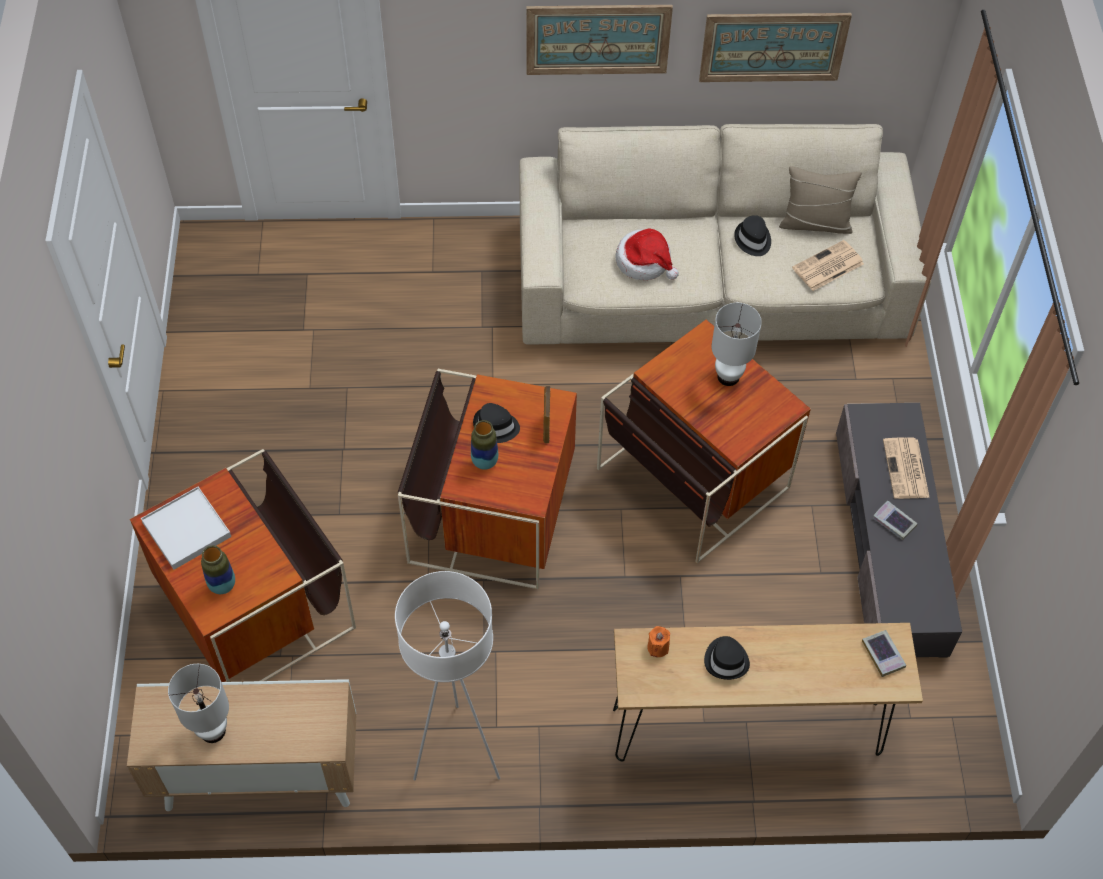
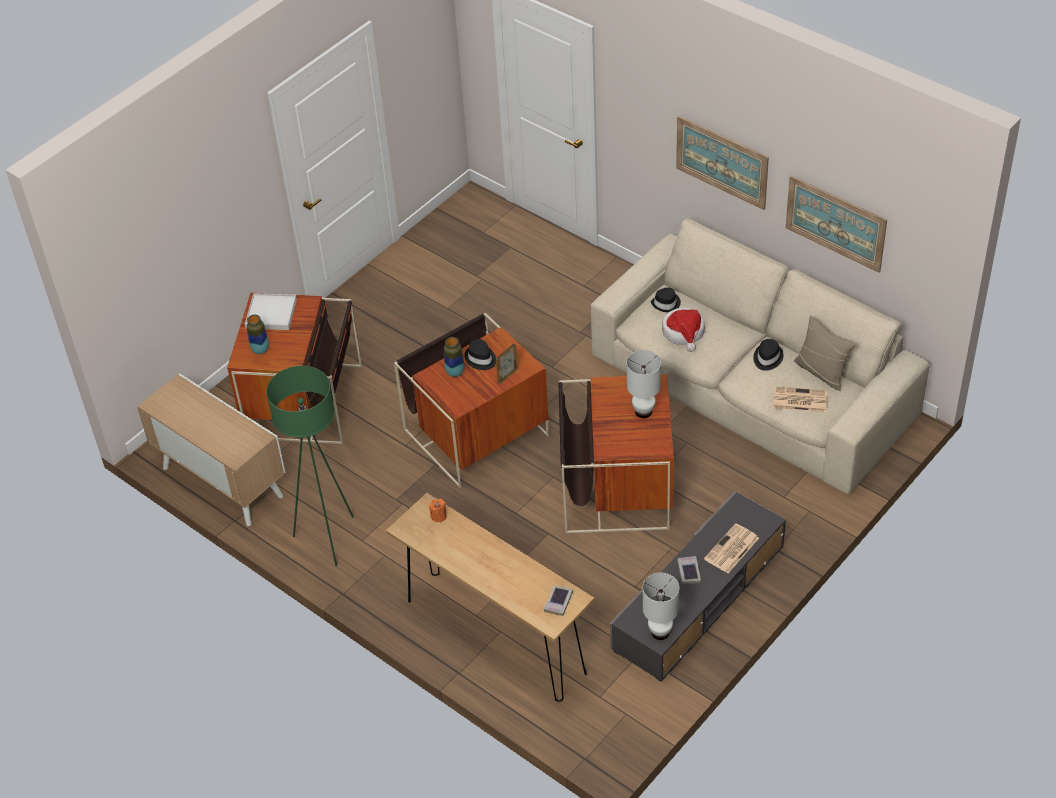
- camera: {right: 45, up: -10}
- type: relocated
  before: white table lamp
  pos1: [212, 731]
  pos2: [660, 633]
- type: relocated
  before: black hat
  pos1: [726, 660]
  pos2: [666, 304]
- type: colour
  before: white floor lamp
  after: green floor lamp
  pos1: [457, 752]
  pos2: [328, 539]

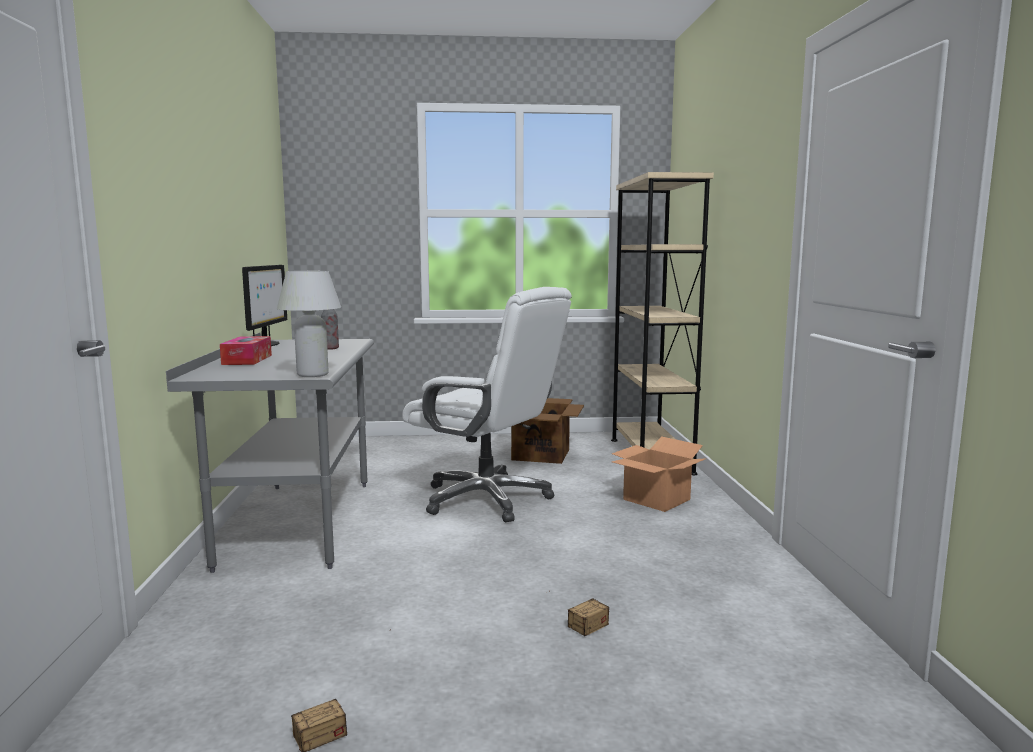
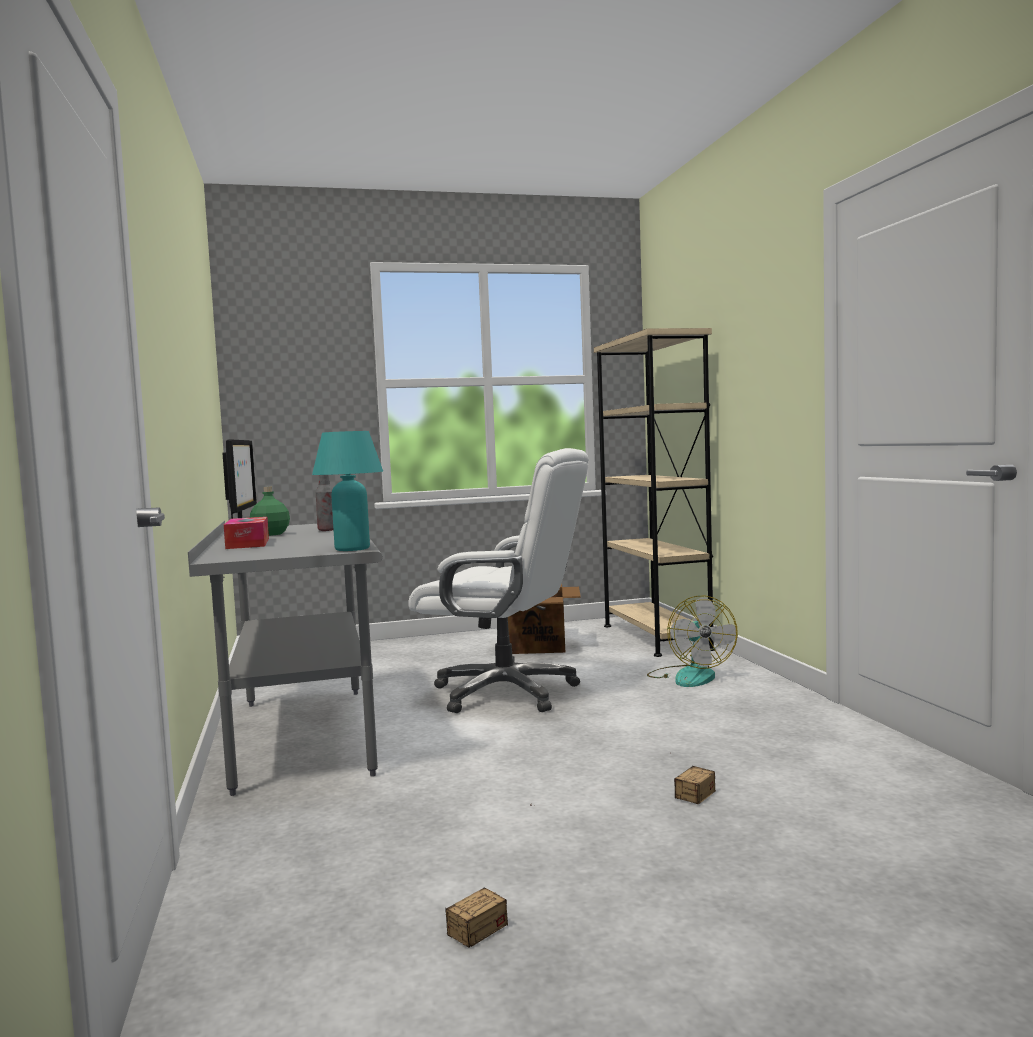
- camera: {right: -10, up: -5}
- type: appeared
  after: green bottle
  pos2: [271, 534]
- type: exchanged
  before: cardboard box
  after: fan
  pos1: [657, 499]
  pos2: [690, 676]
- type: colour
  before: white table lamp
  after: turquoise table lamp
  pos1: [312, 375]
  pos2: [352, 549]

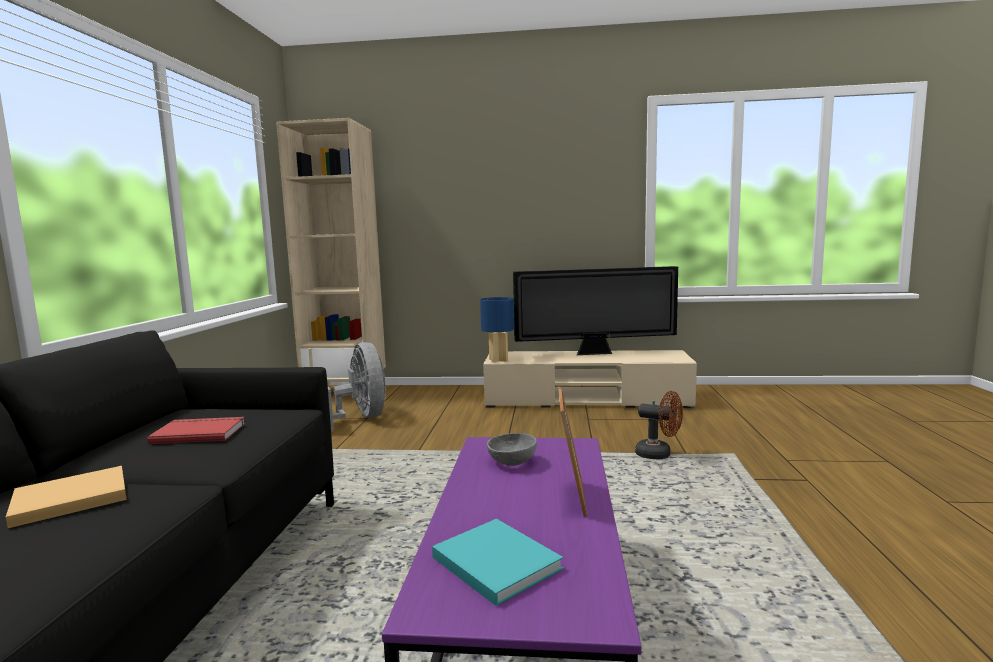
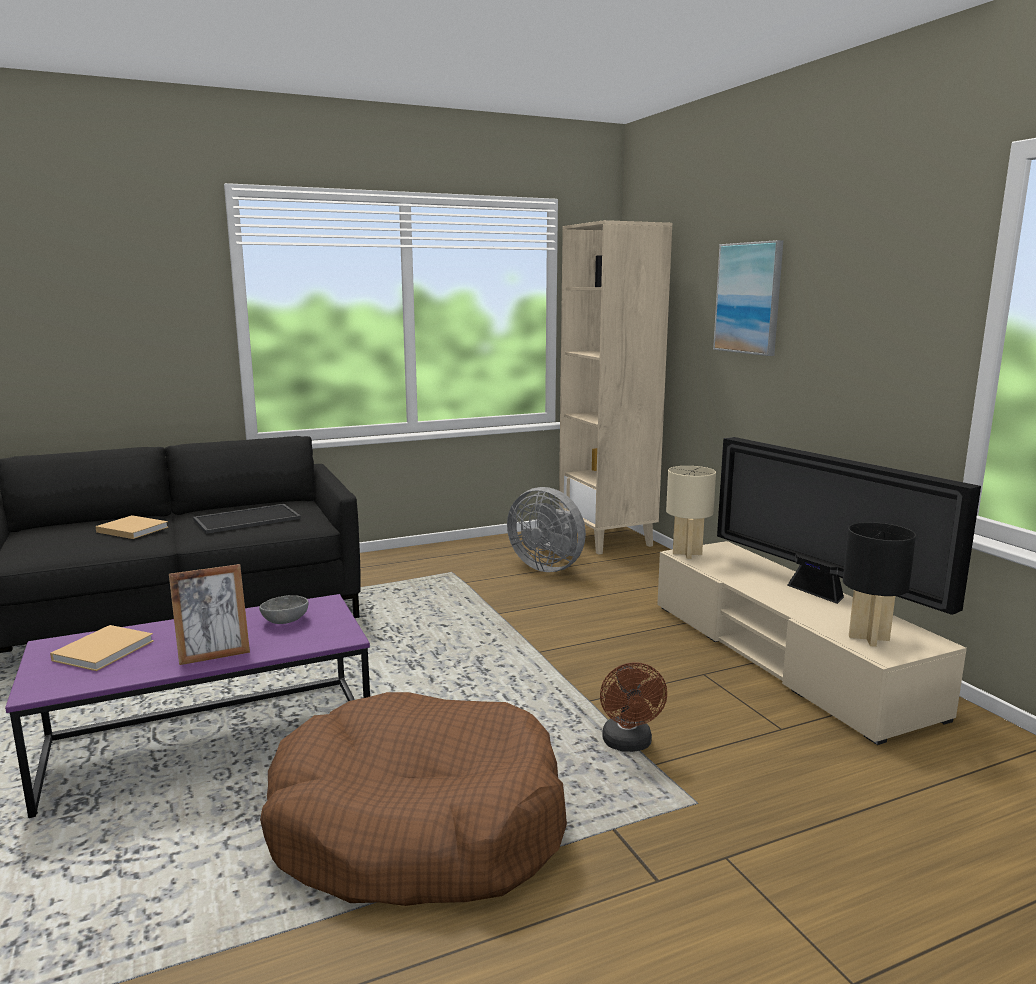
- camera: {right: 60, up: 5}
- type: appeared
  after: brown dog bed
  pos2: [417, 826]
- type: appeared
  after: picture
  pos2: [749, 298]
- type: appeared
  after: black table lamp
  pos2: [869, 638]
- type: exchanged
  before: red book
  after: tray
  pos1: [199, 433]
  pos2: [247, 518]
- type: colour
  before: turquoise book
  after: beige book
  pos1: [494, 561]
  pos2: [106, 649]
- type: colour
  before: blue table lamp
  after: beige table lamp
  pos1: [499, 360]
  pos2: [687, 554]
- type: spun
  before: grey fan
  pos1: [360, 418]
  pos2: [548, 566]
  turn: 90

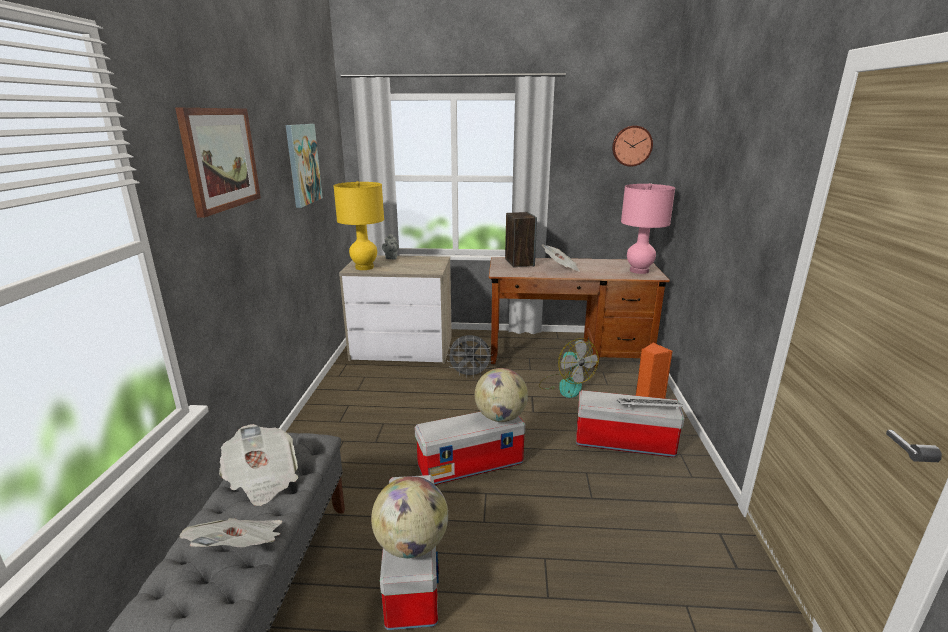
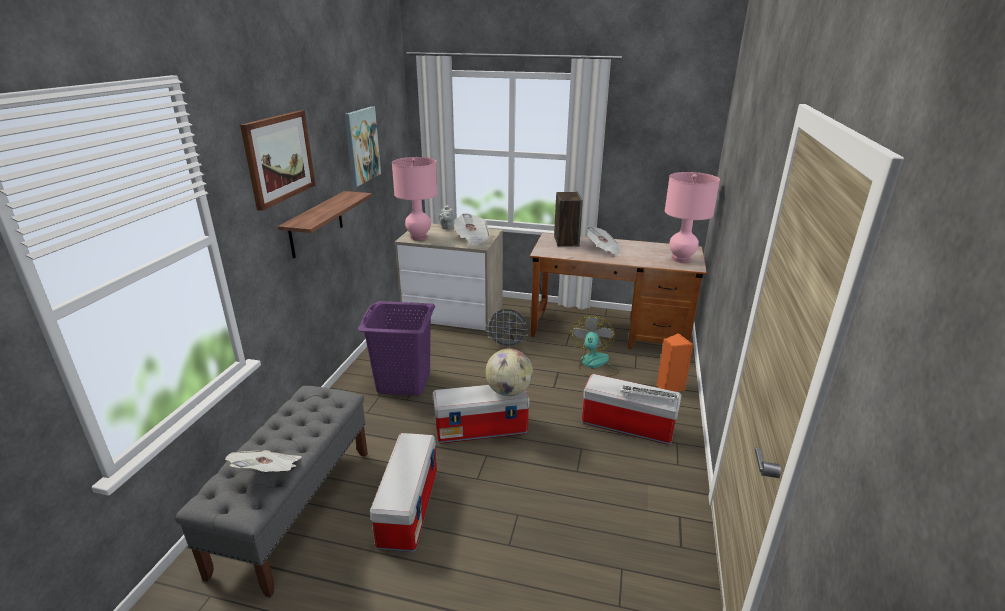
- camera: {right: 10, up: 5}
- type: missing
  before: globe
  pos1: [412, 545]
- type: missing
  before: wall clock
  pos1: [631, 146]
- type: appeared
  after: shelf
  pos2: [316, 224]
- type: appeared
  after: purple laundry basket
  pos2: [404, 382]
- type: relocated
  before: newspaper
  pos1: [262, 479]
  pos2: [472, 239]
- type: colour
  before: yellow table lamp
  after: pink table lamp
  pos1: [364, 267]
  pos2: [419, 237]
- type: spun
  before: fan
  pos1: [565, 385]
  pos2: [594, 364]
  turn: -150

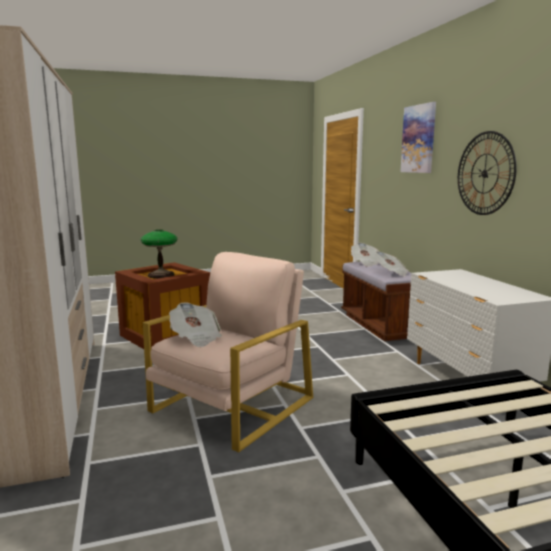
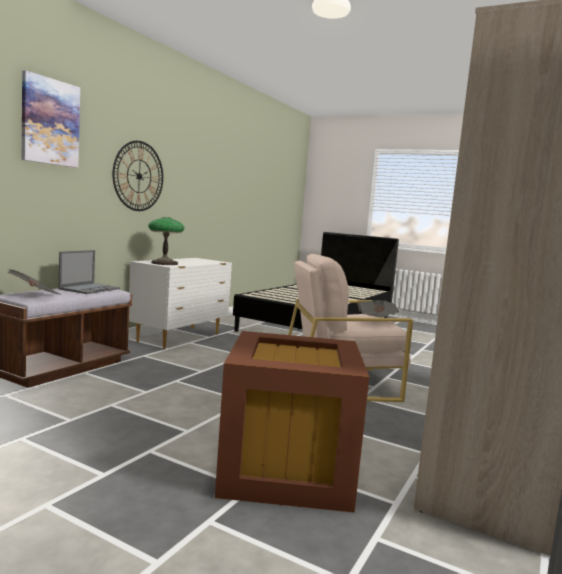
- camera: {right: -135, up: -5}
- type: relocated
  before: table lamp
  pos1: [161, 275]
  pos2: [164, 263]
- type: exchanged
  before: newspaper
  after: laptop
  pos1: [391, 273]
  pos2: [90, 289]

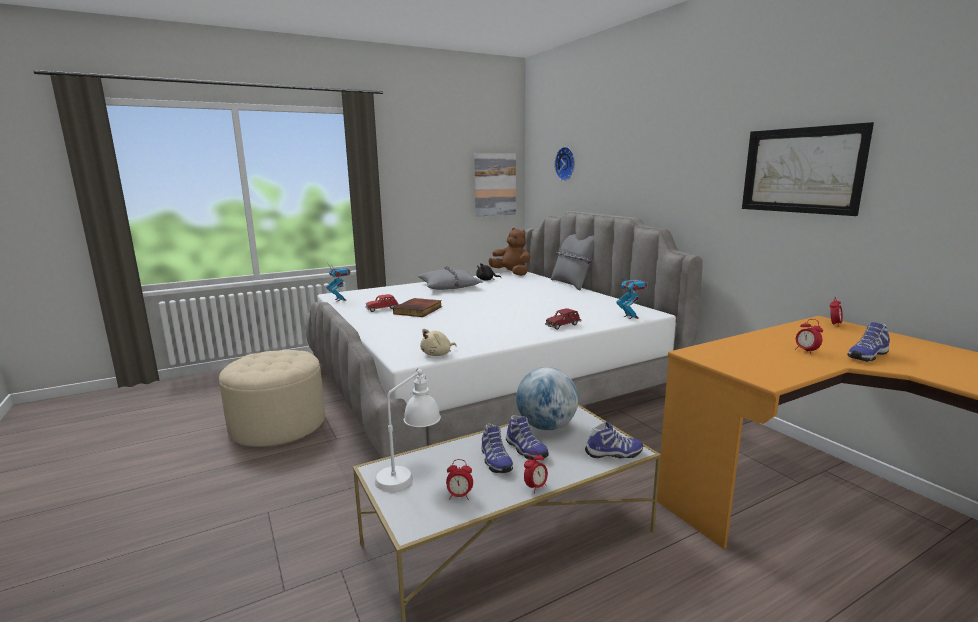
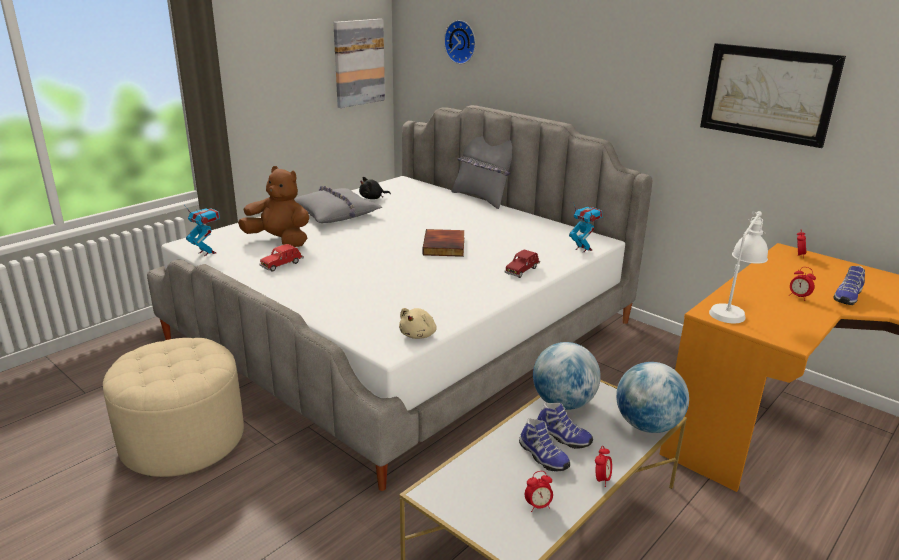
- camera: {right: -20, up: 10}
- type: relocated
  before: white table lamp
  pos1: [409, 475]
  pos2: [732, 309]
- type: relocated
  before: book
  pos1: [418, 310]
  pos2: [445, 246]
- type: relocated
  before: brown plush toy
  pos1: [511, 273]
  pos2: [279, 241]
- type: exchanged
  before: shoe
  after: globe
  pos1: [614, 454]
  pos2: [647, 425]

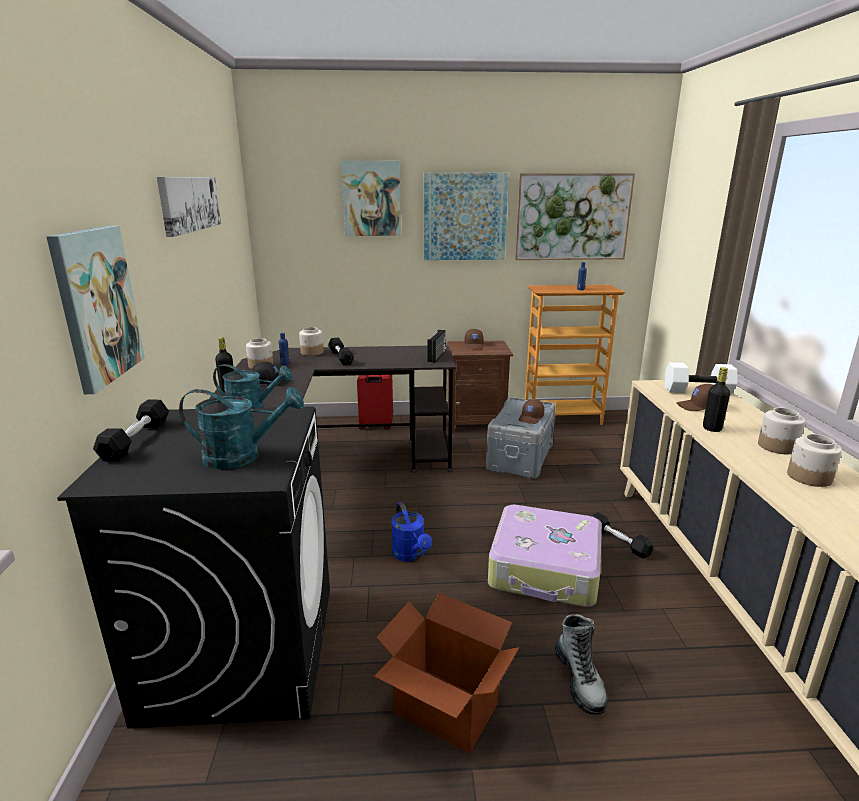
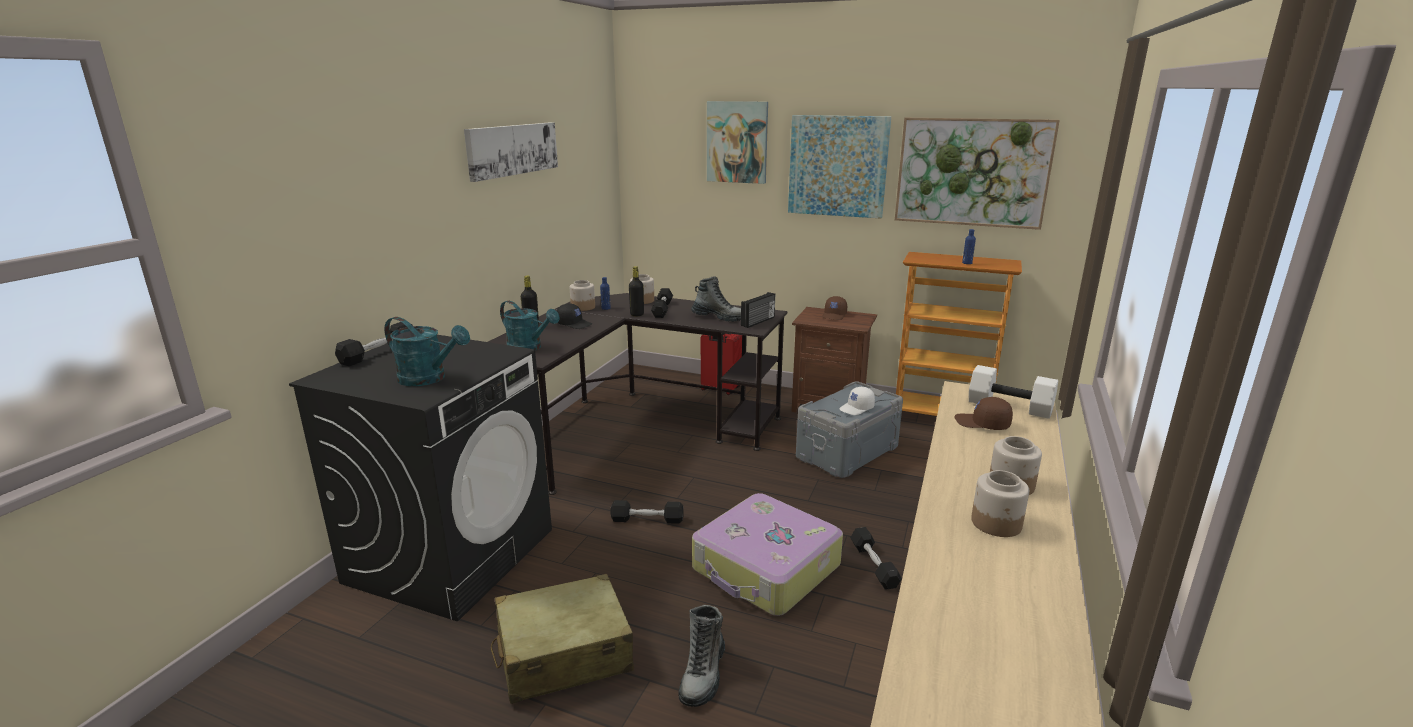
- camera: {right: 25, up: 0}
- type: missing
  before: picture
  pos1: [97, 305]
- type: appeared
  after: boot
  pos2: [719, 317]
- type: relocated
  before: black bottle
  pos1: [712, 428]
  pos2: [637, 314]
- type: exchanged
  before: cardboard box
  after: beige suitcase
  pos1: [445, 710]
  pos2: [563, 654]
- type: exchanged
  before: blue watering can
  after: black dumbbell
  pos1: [411, 555]
  pos2: [647, 519]
- type: colour
  before: brown cap
  after: white cap
  pos1: [531, 418]
  pos2: [857, 408]

